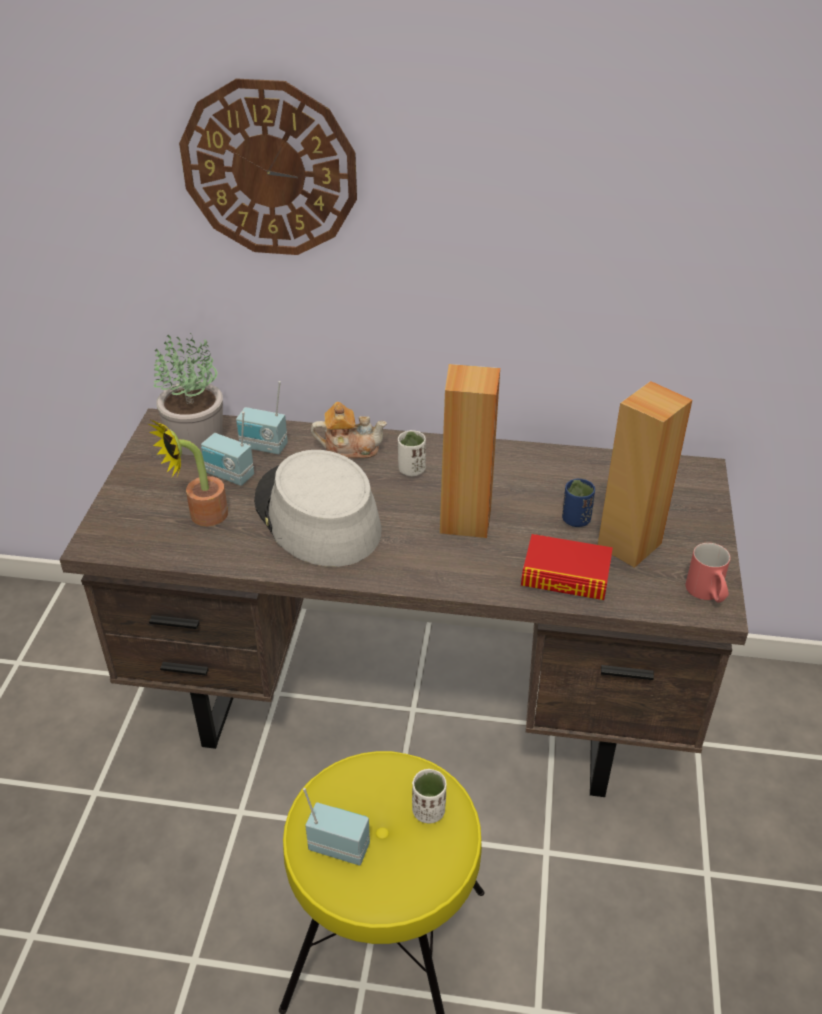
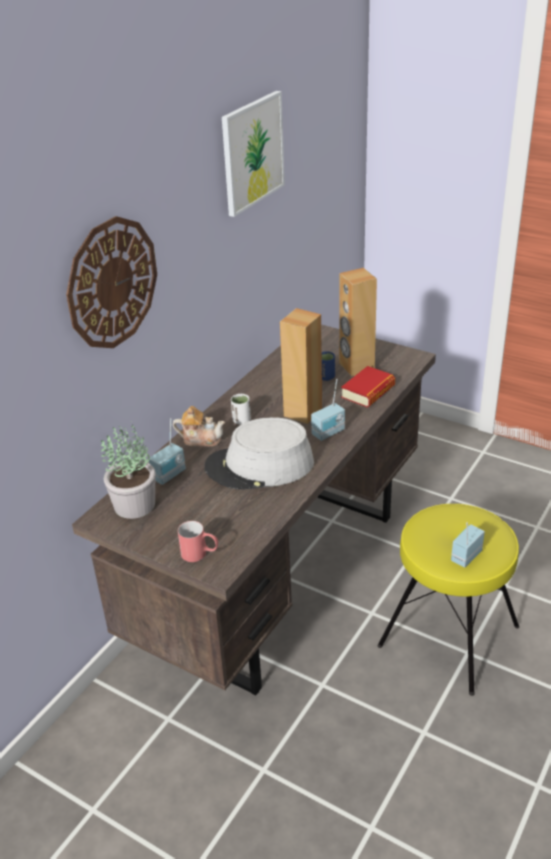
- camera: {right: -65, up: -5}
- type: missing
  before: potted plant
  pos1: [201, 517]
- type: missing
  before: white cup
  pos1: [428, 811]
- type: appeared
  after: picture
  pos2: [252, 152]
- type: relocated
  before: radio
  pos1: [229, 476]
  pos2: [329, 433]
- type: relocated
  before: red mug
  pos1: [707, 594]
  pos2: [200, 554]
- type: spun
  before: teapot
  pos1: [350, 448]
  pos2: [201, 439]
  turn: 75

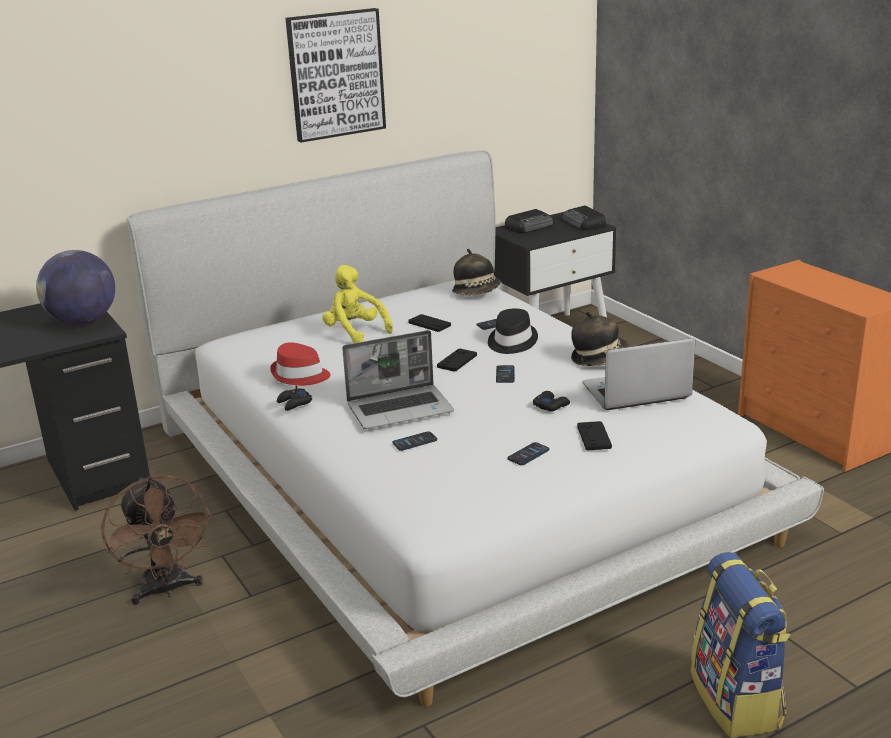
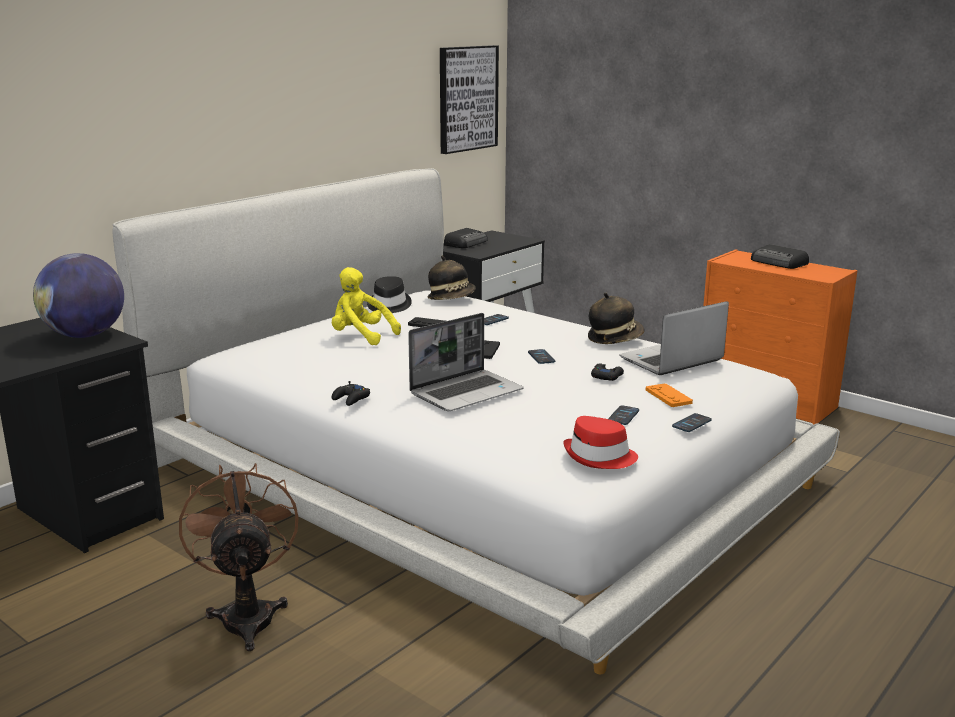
- camera: {right: -20, up: -5}
- type: missing
  before: backpack
  pos1: [737, 700]
- type: relocated
  before: red hat
  pos1: [300, 375]
  pos2: [600, 457]
- type: relocated
  before: picture
  pos1: [336, 74]
  pos2: [467, 98]
- type: relocated
  before: phone
  pos1: [415, 442]
  pos2: [691, 423]
- type: relocated
  before: black hat
  pos1: [511, 342]
  pos2: [388, 305]
- type: relocated
  before: radio
  pos1: [584, 223]
  pos2: [779, 262]
- type: colour
  before: black game controller
  after: orange game controller
  pos1: [594, 437]
  pos2: [668, 396]
- type: spun
  before: brown fan
  pos1: [166, 590]
  pos2: [247, 614]
  turn: -150

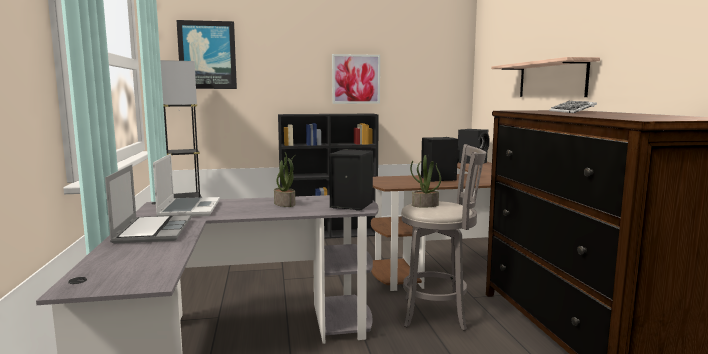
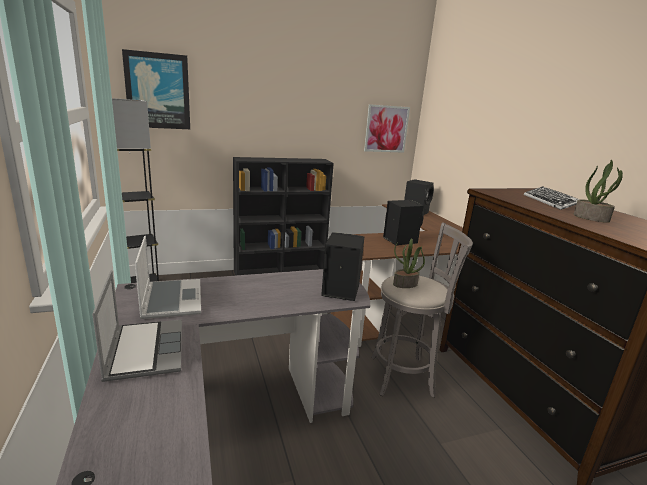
- camera: {right: -10, up: 10}
- type: missing
  before: shelf
  pos1: [551, 79]
- type: relocated
  before: potted plant
  pos1: [285, 204]
  pos2: [591, 218]
- type: relocated
  before: picture
  pos1: [356, 79]
  pos2: [386, 129]

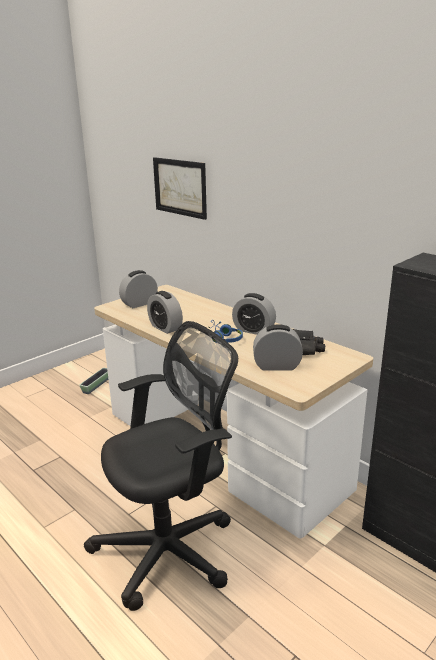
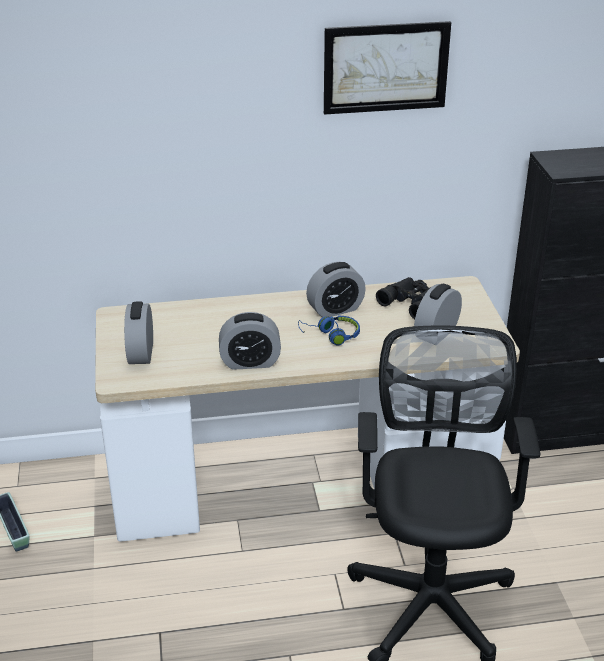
- camera: {right: -55, up: 10}
- type: relocated
  before: picture
  pos1: [180, 187]
  pos2: [385, 67]

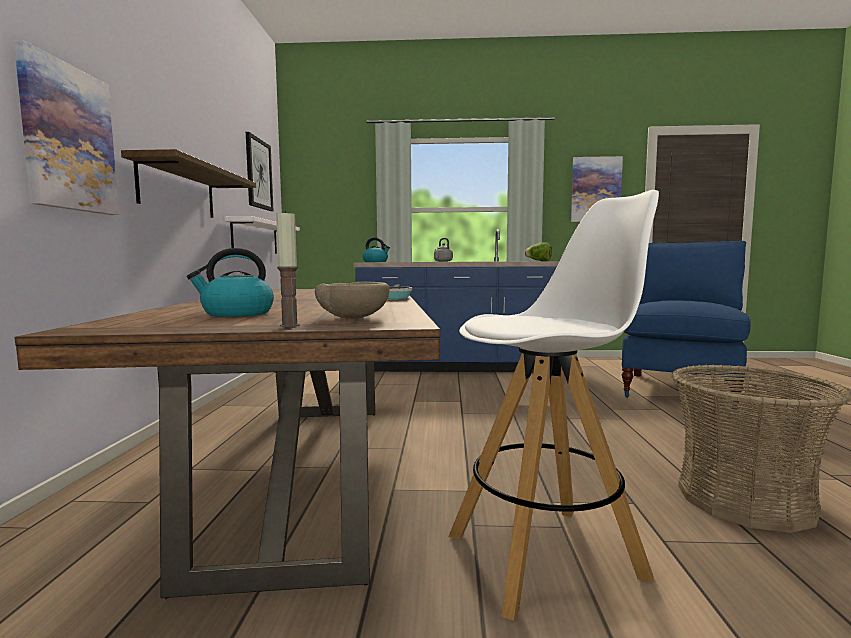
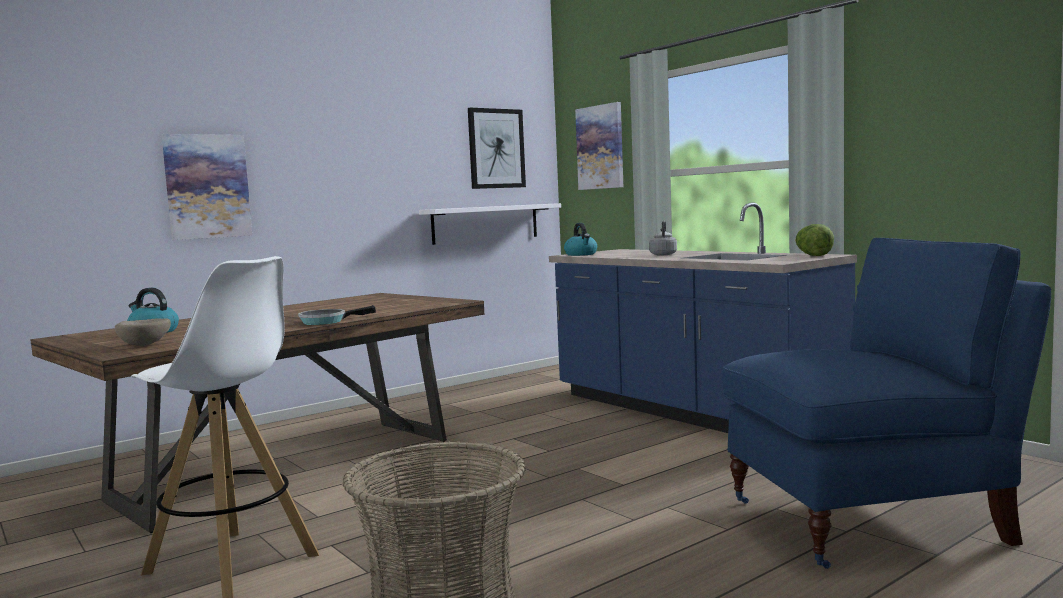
- camera: {right: 50, up: 0}
- type: missing
  before: shelf
  pos1: [178, 190]
- type: missing
  before: candle
  pos1: [289, 325]
- type: relocated
  before: picture
  pos1: [595, 189]
  pos2: [600, 147]

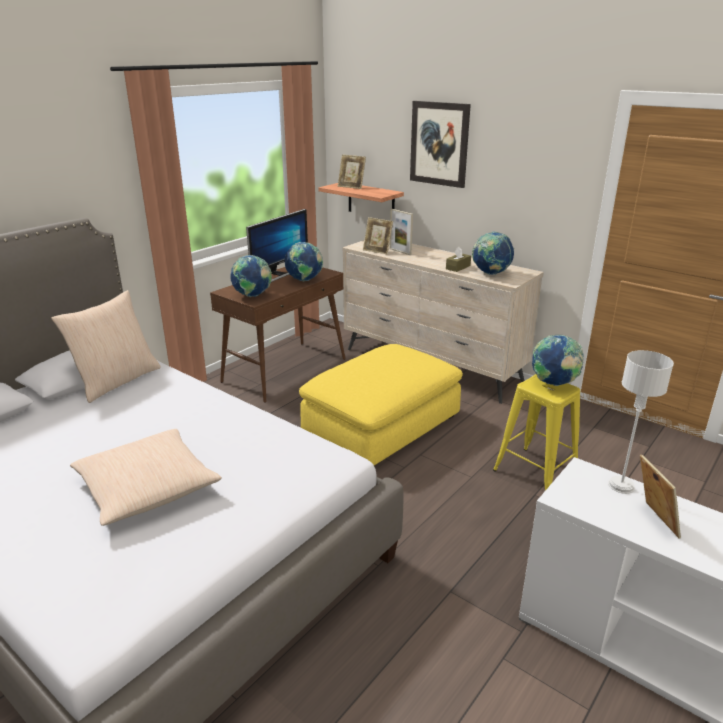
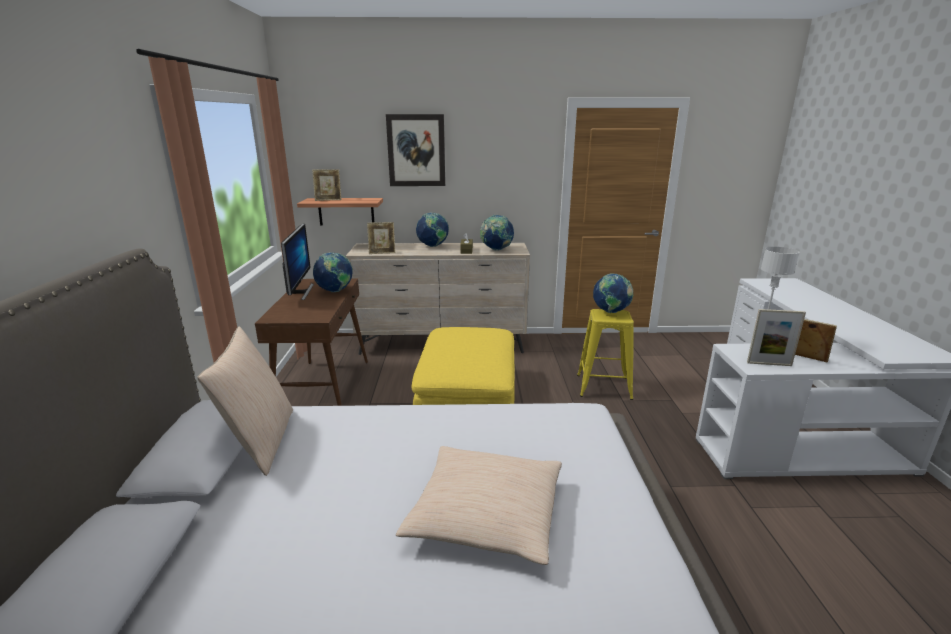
- camera: {right: -40, up: -5}
- type: relocated
  before: globe
  pos1: [252, 296]
  pos2: [433, 246]
- type: relocated
  before: picture frame
  pos1: [400, 251]
  pos2: [769, 364]

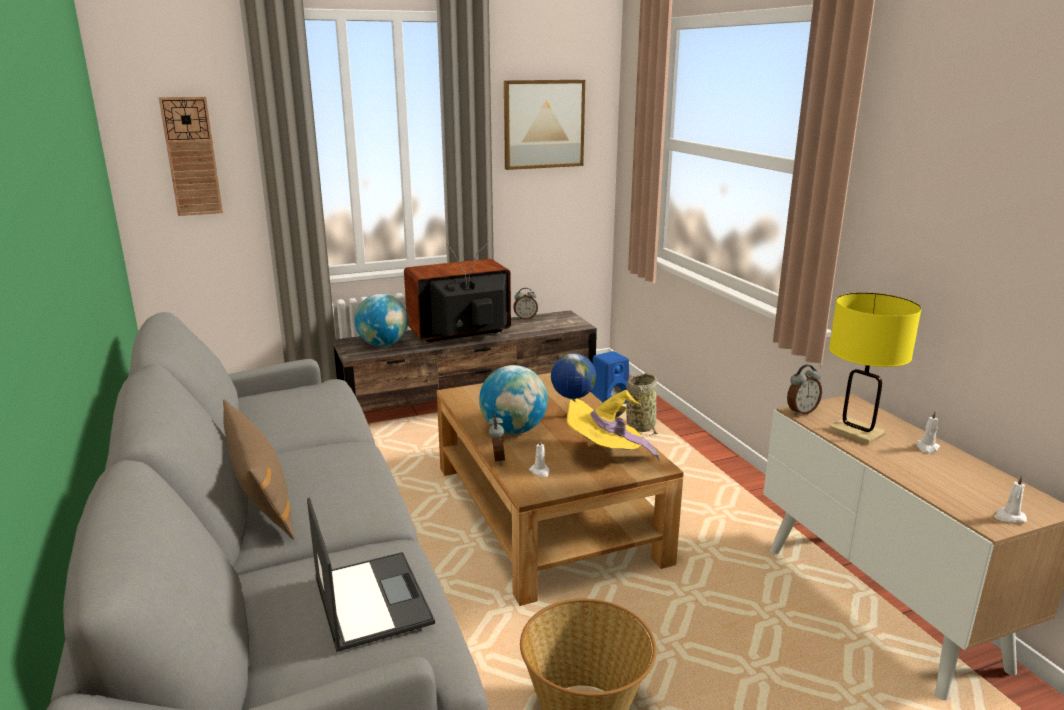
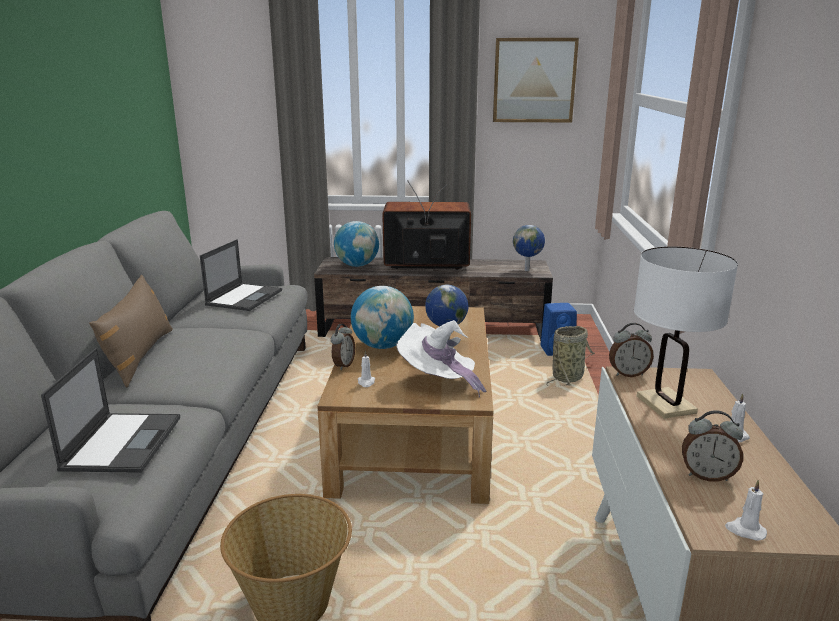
- camera: {right: 25, up: 0}
- type: missing
  before: wall clock
  pos1: [192, 157]
- type: appeared
  after: laptop
  pos2: [245, 297]
- type: appeared
  after: globe
  pos2: [527, 270]
- type: relocated
  before: alarm clock
  pos1: [525, 318]
  pos2: [707, 475]
- type: colour
  before: yellow hat
  after: white hat
  pos1: [606, 454]
  pos2: [438, 381]
- type: colour
  before: yellow table lamp
  after: white table lamp
  pos1: [856, 432]
  pos2: [666, 404]

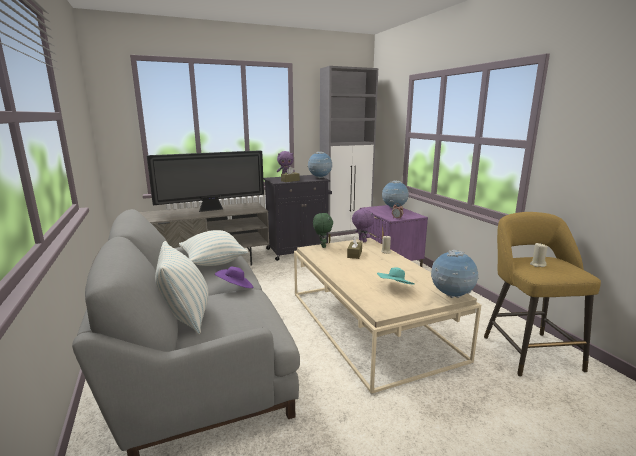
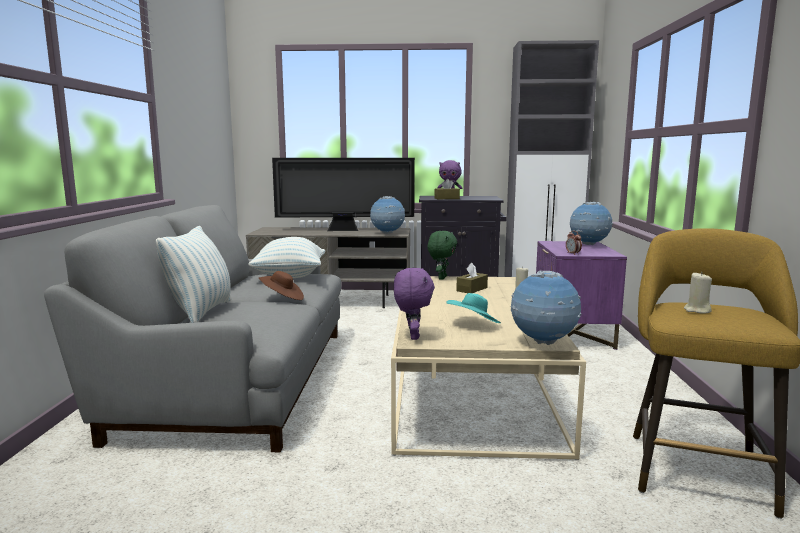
- camera: {right: 25, up: -5}
- type: relocated
  before: globe
  pos1: [320, 178]
  pos2: [387, 233]
- type: relocated
  before: purple plush toy
  pos1: [362, 241]
  pos2: [412, 336]
- type: colour
  before: purple hat
  after: brown hat
  pos1: [235, 288]
  pos2: [282, 298]

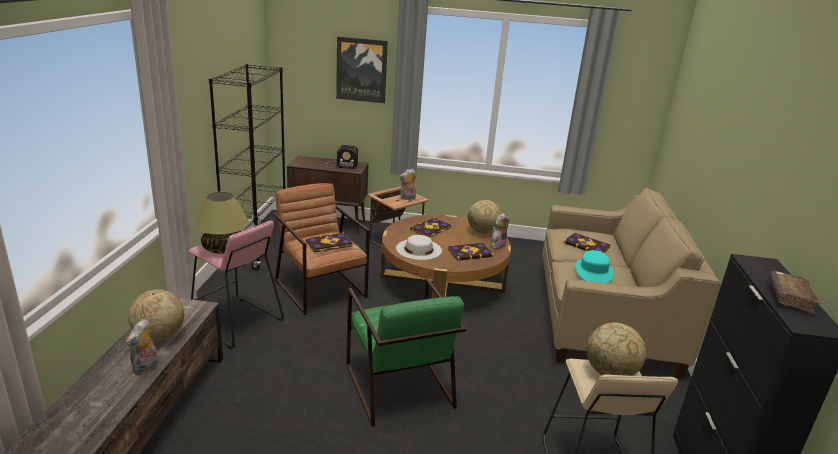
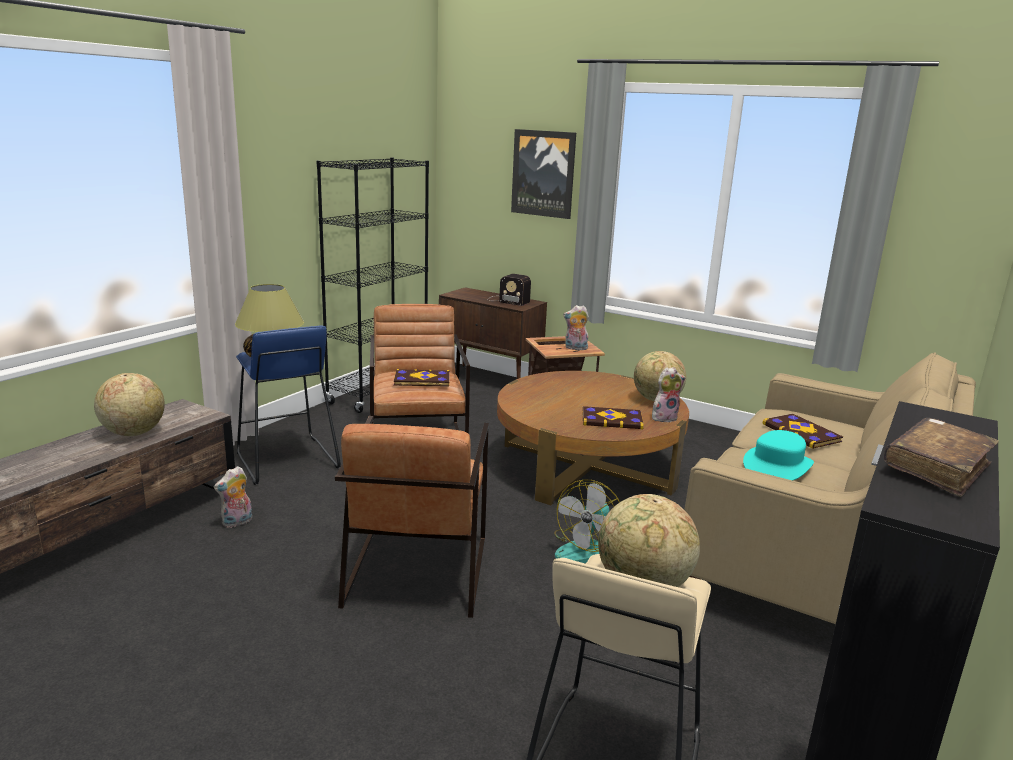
- camera: {right: 25, up: -5}
- type: missing
  before: white hat
  pos1: [418, 249]
- type: missing
  before: book
  pos1: [431, 229]
- type: appeared
  after: fan
  pos2: [585, 548]
- type: relocated
  before: plush toy
  pos1: [146, 368]
  pos2: [237, 522]
- type: colour
  before: pink stool
  after: blue stool
  pos1: [236, 322]
  pos2: [286, 460]
- type: colour
  before: green armchair
  after: brown armchair
  pos1: [398, 386]
  pos2: [416, 571]

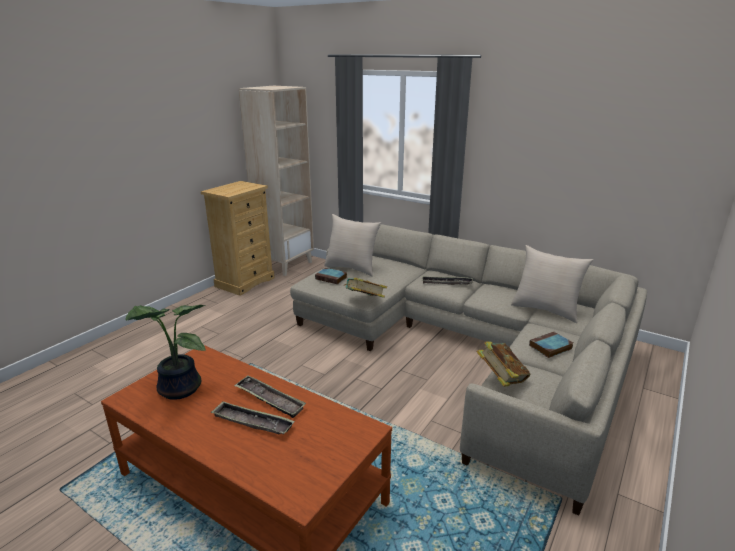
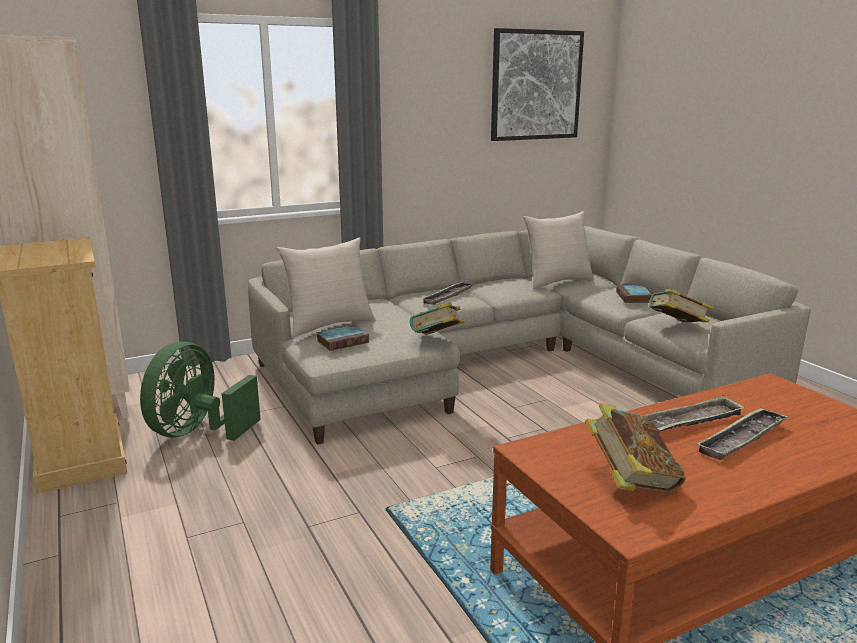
- camera: {right: -60, up: -5}
- type: appeared
  after: green fan
  pos2: [197, 432]
- type: appeared
  after: picture
  pos2: [536, 85]
- type: exchanged
  before: potted plant
  after: book
  pos1: [177, 389]
  pos2: [630, 481]

